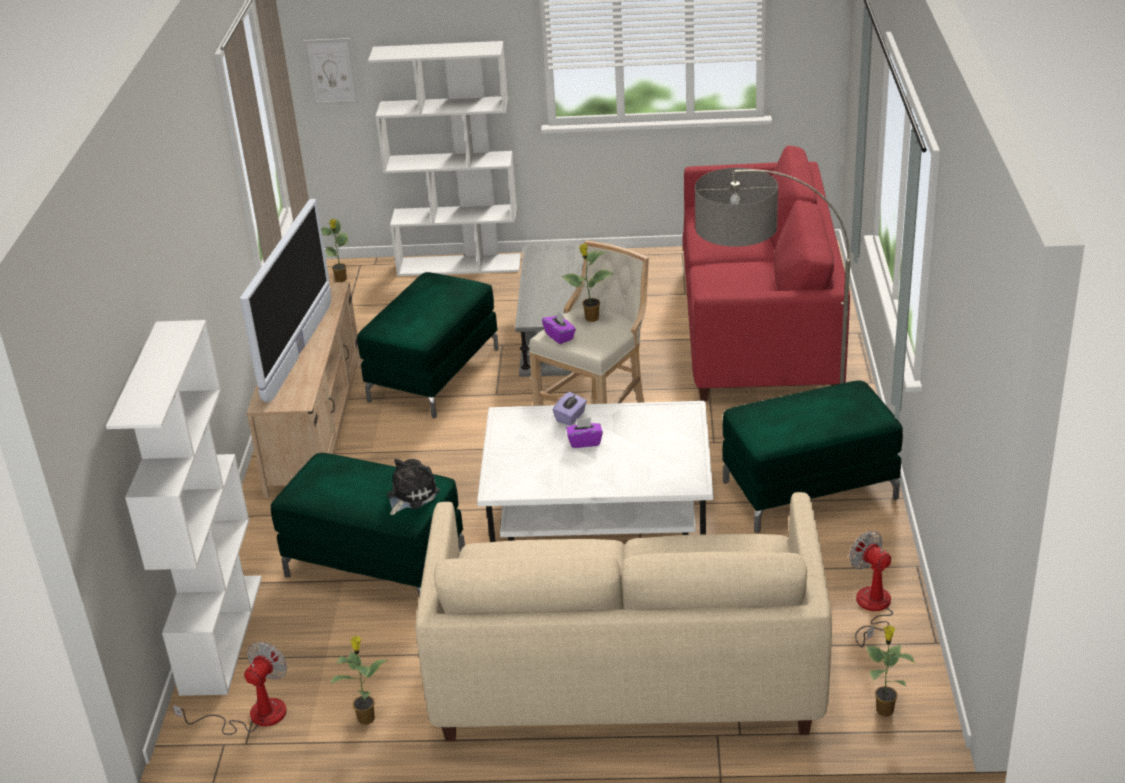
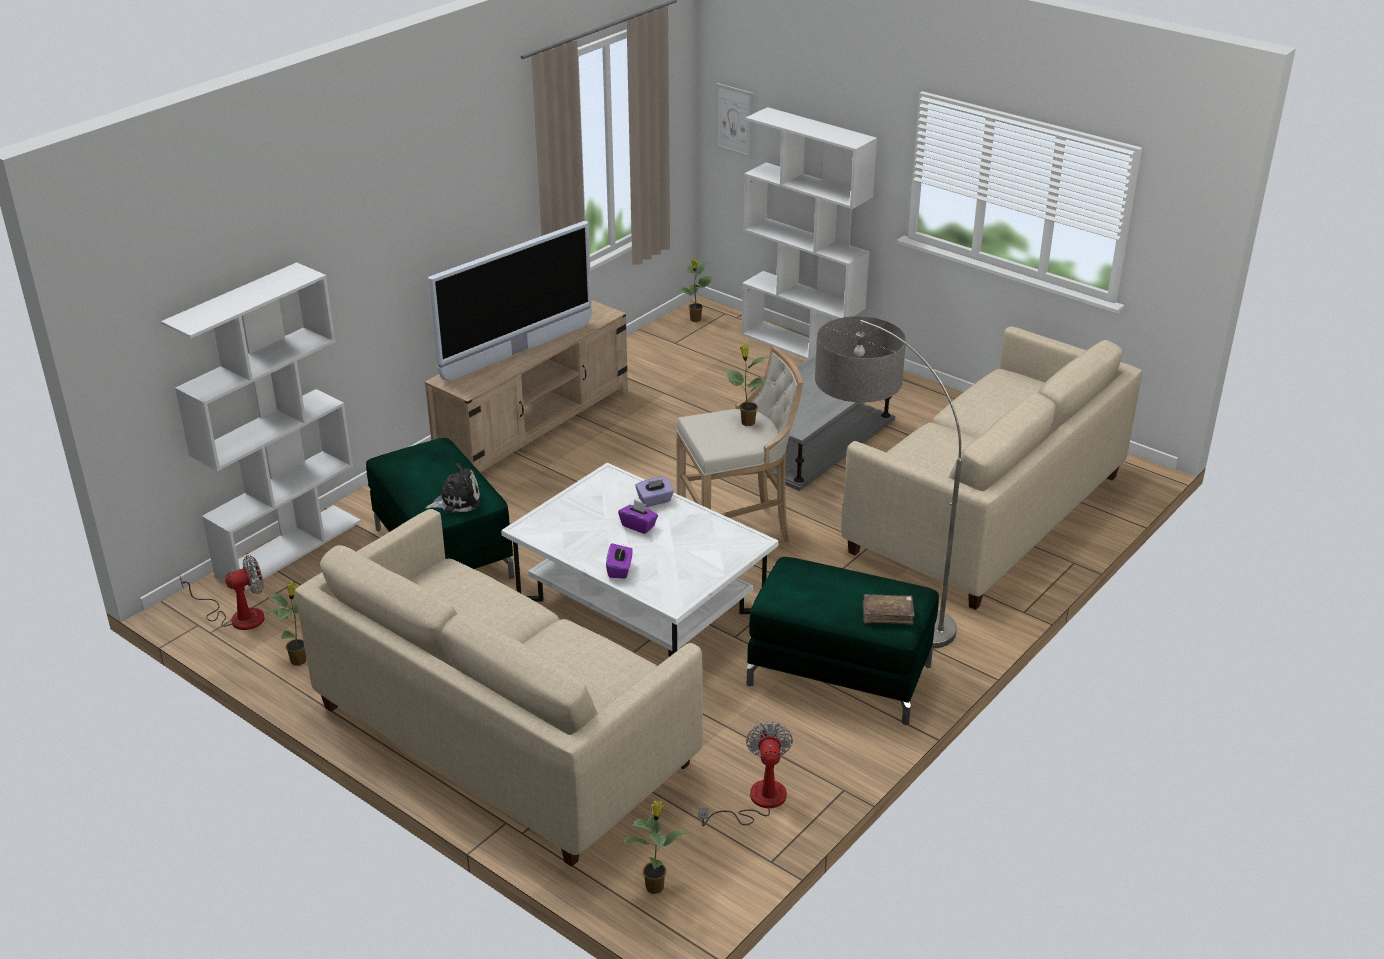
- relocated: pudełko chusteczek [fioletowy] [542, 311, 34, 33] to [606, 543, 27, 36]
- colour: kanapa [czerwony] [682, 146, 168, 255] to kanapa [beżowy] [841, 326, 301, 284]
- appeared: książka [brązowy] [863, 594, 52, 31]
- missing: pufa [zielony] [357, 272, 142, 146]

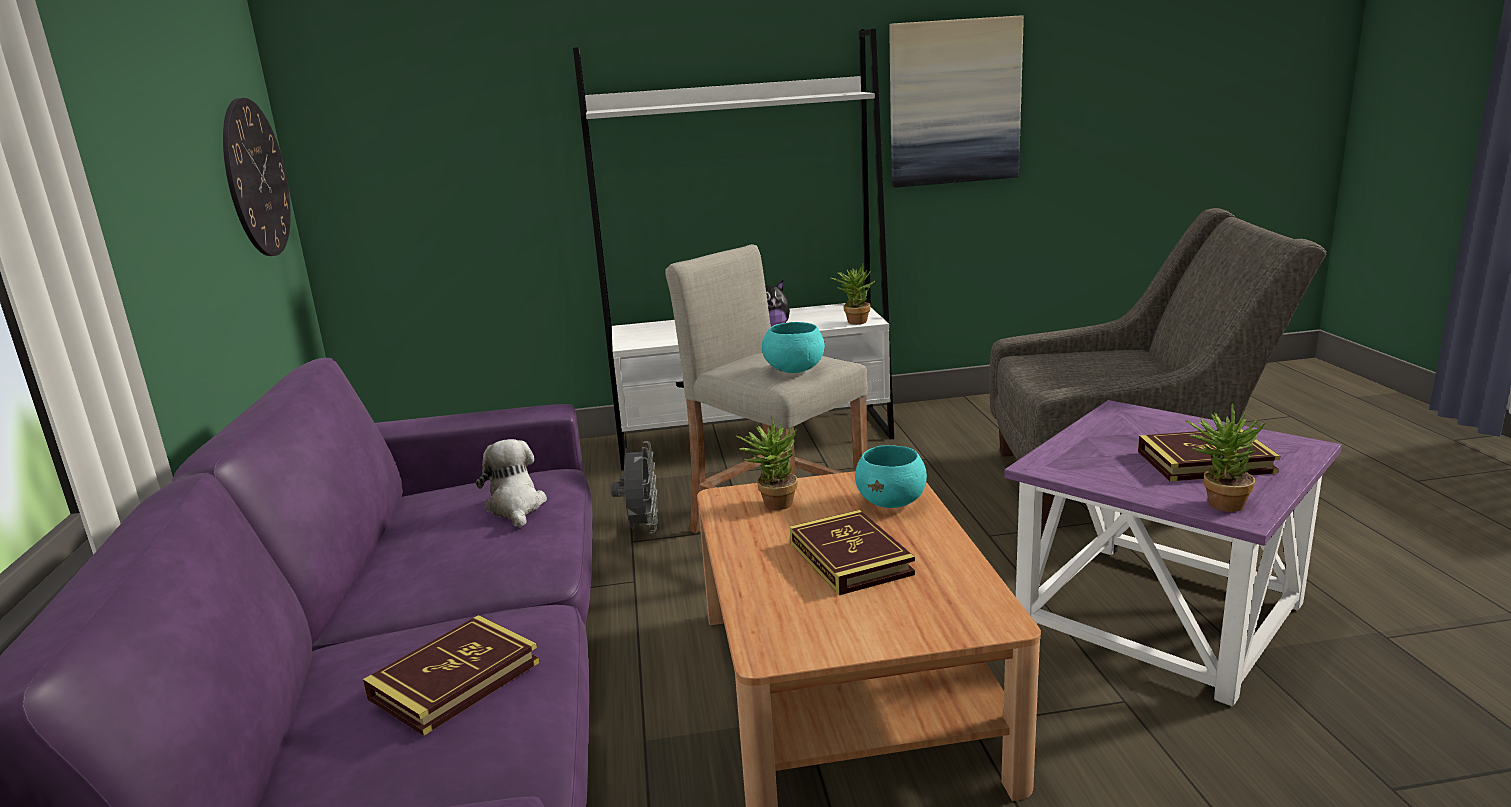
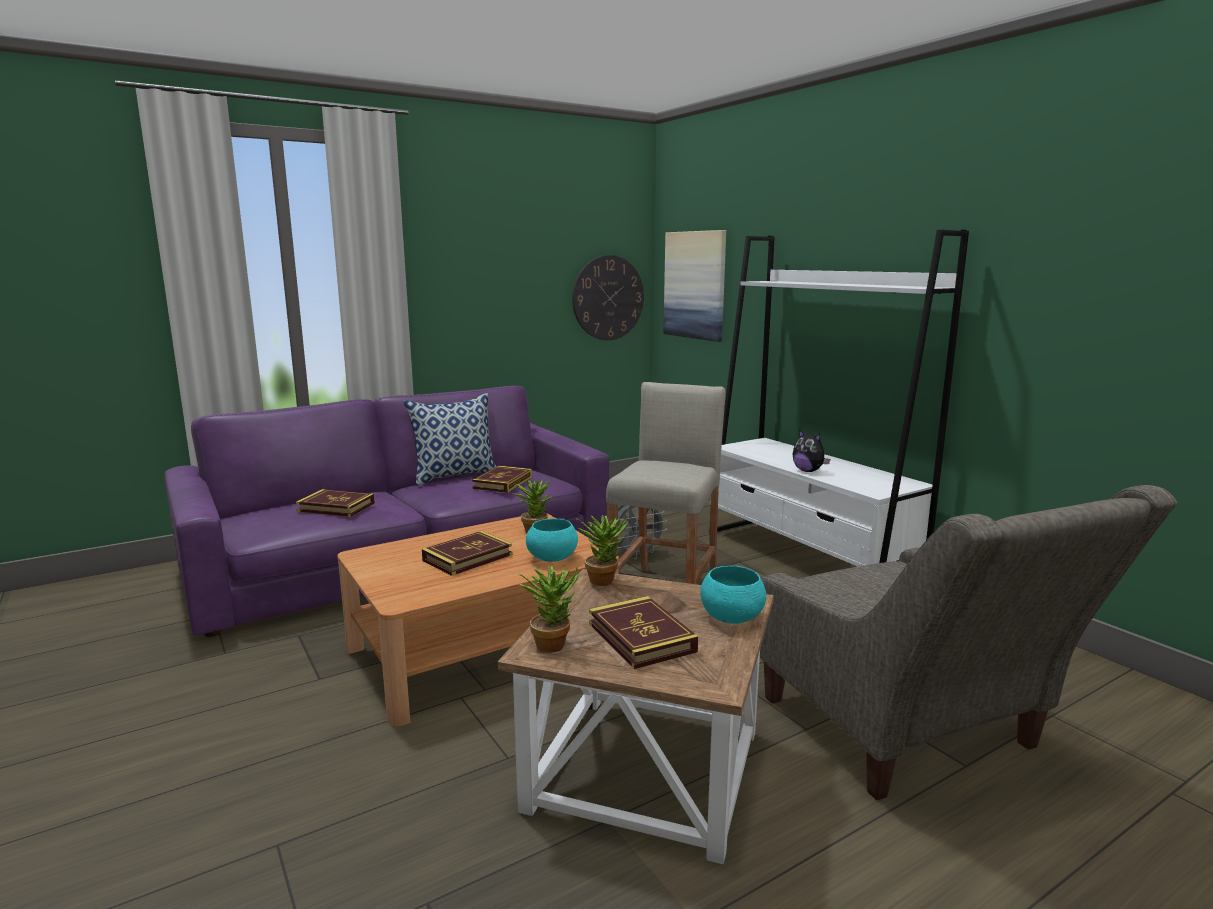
- appeared: poduszka [404, 393, 92, 93]
- exchanged: pluszak [476, 439, 71, 88] to książka [472, 466, 60, 27]
- colour: stolik [fioletowy] [1004, 400, 338, 306] to stolik [brązowy] [497, 569, 277, 295]
- relocated: roślina doniczkowa [830, 264, 45, 61] to [577, 515, 51, 71]
- relocated: obraz [889, 15, 135, 173] to [664, 230, 62, 112]
- relocated: miska [turkusowy] [762, 322, 63, 51] to [701, 566, 65, 58]

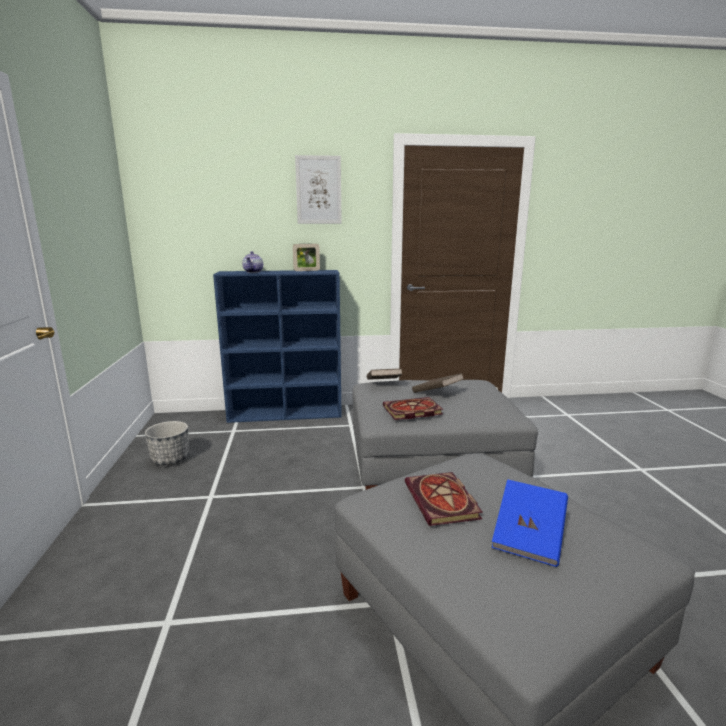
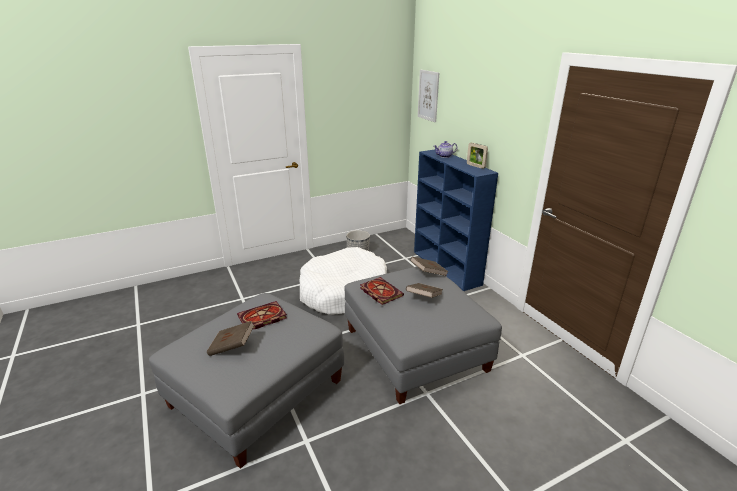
- colour: książka [niebieski] [492, 479, 76, 88] to książka [brązowy] [207, 321, 48, 35]
- appeared: legowisko [biały] [300, 247, 87, 68]
- relocated: obraz [295, 155, 47, 69] to [418, 70, 21, 52]

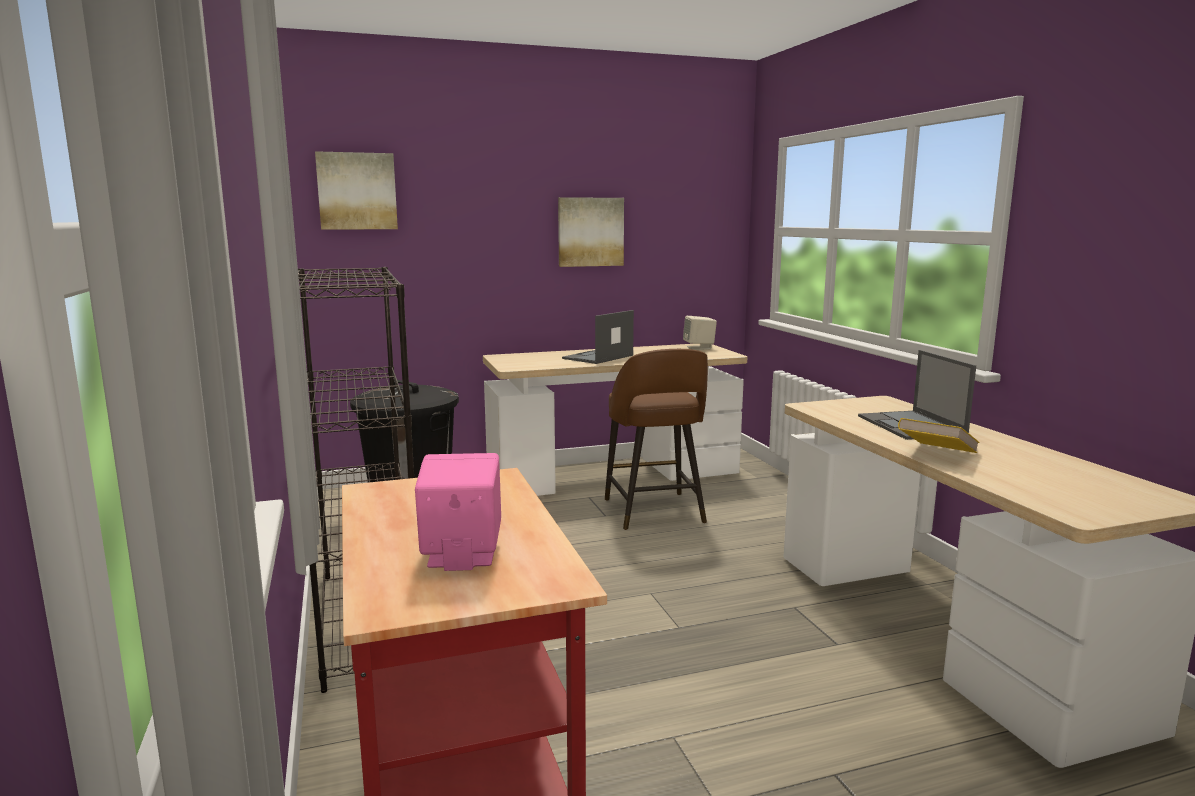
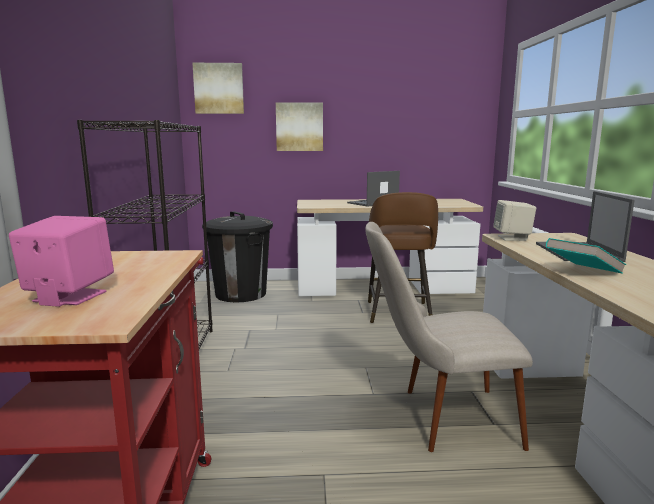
- relocated: obraz [558, 197, 66, 70] to [276, 102, 47, 49]
- appeared: krzesło [beżowy] [365, 222, 168, 230]
- relocated: głośnik [beżowy] [683, 316, 34, 34] to [493, 200, 43, 41]
- colour: książka [żółty] [898, 418, 81, 35] to książka [turkusowy] [546, 238, 80, 36]

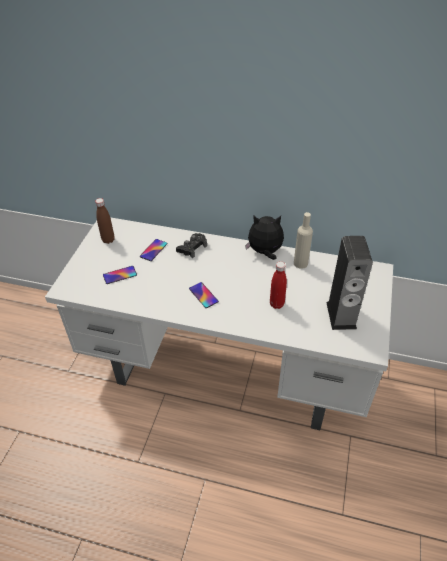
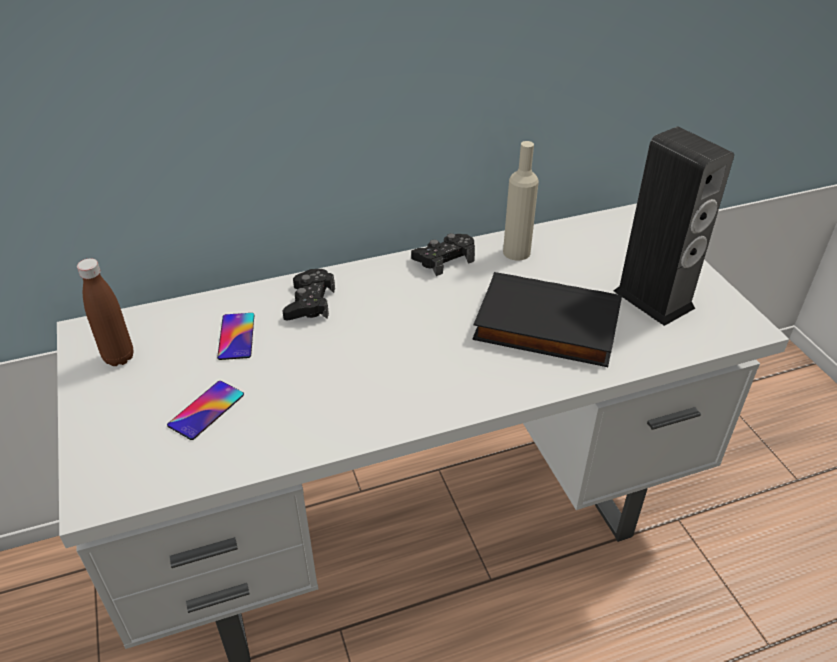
- exchanged: pluszak [245, 216, 39, 44] to pad do gier [czarny] [411, 233, 64, 43]
- exchanged: butelka [czerwony] [270, 261, 17, 48] to książka [czarny] [473, 272, 149, 95]
- missing: telefon [189, 282, 30, 26]

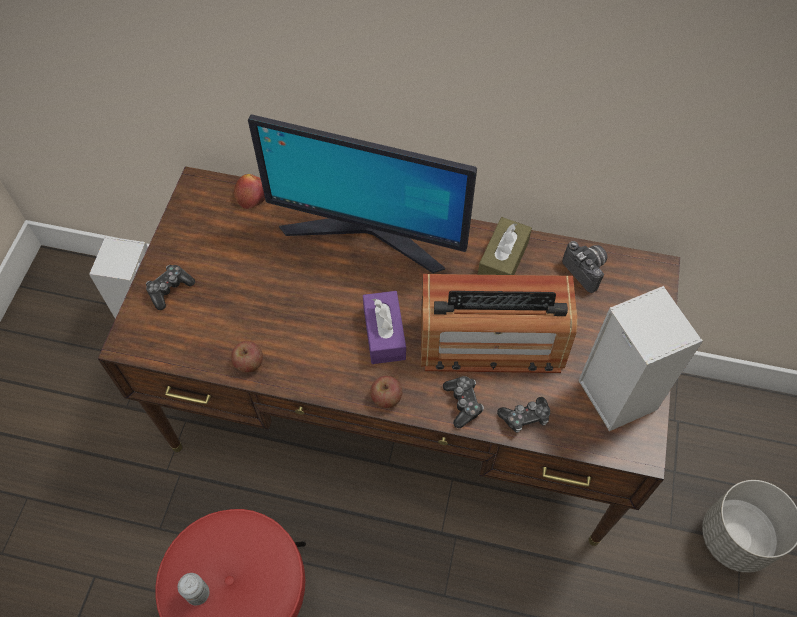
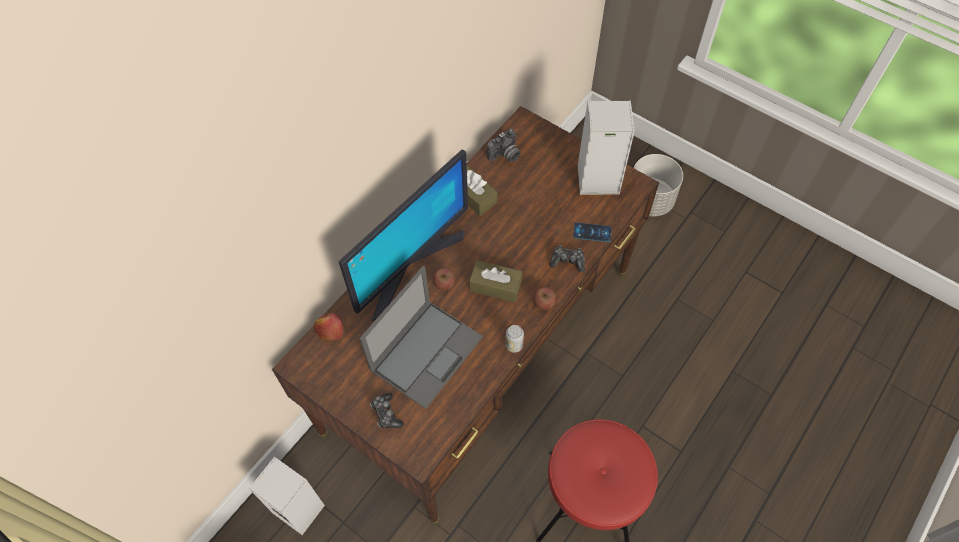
- appeared: laptop [359, 266, 124, 143]
- relocated: jabłko [231, 341, 32, 32] to [433, 268, 22, 22]
- colour: pudełko chusteczek [fioletowy] [363, 291, 43, 73] to pudełko chusteczek [brązowy] [469, 260, 53, 42]
- spun: aparat fotograficzny [562, 241, 45, 52] = [487, 129, 33, 33] 150 degrees clockwise
- relocated: puszka [178, 573, 31, 32] to [506, 325, 18, 28]
- exchanged: pad do gier [497, 397, 53, 36] to telefon [573, 223, 39, 19]
- missing: radio [421, 274, 156, 99]

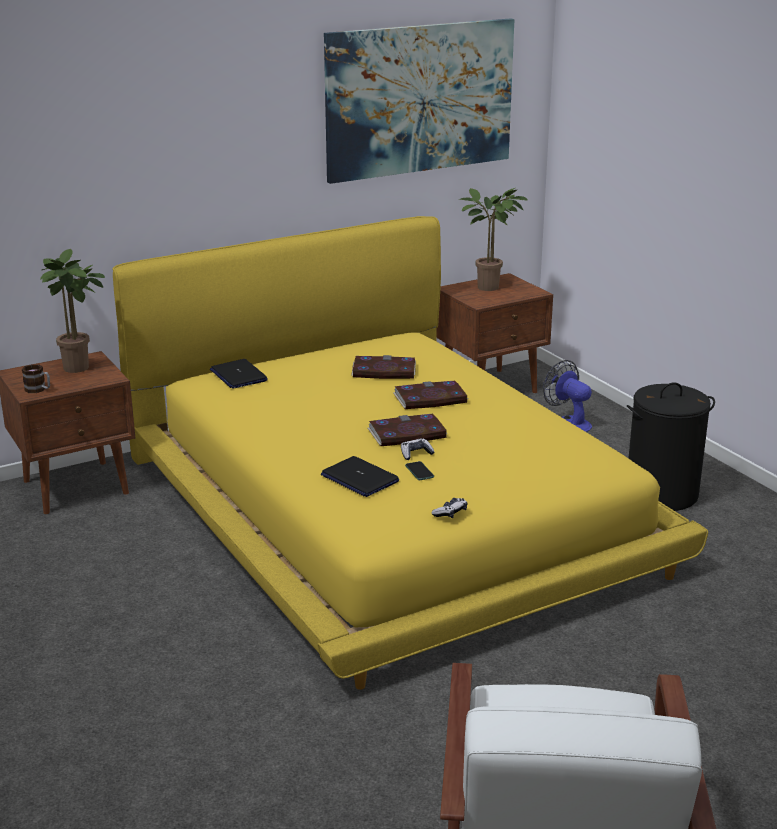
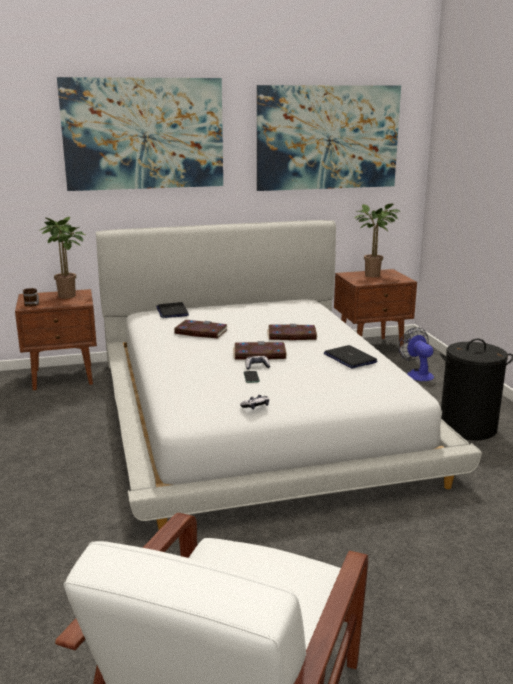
- appeared: obraz [57, 77, 166, 114]
- colour: łóżko [żółty] [112, 216, 596, 474] to łóżko [biały] [96, 220, 386, 310]
- relocated: książka [351, 355, 65, 24] to [174, 320, 54, 18]
- relocated: laptop [321, 456, 78, 41] to [324, 345, 53, 24]

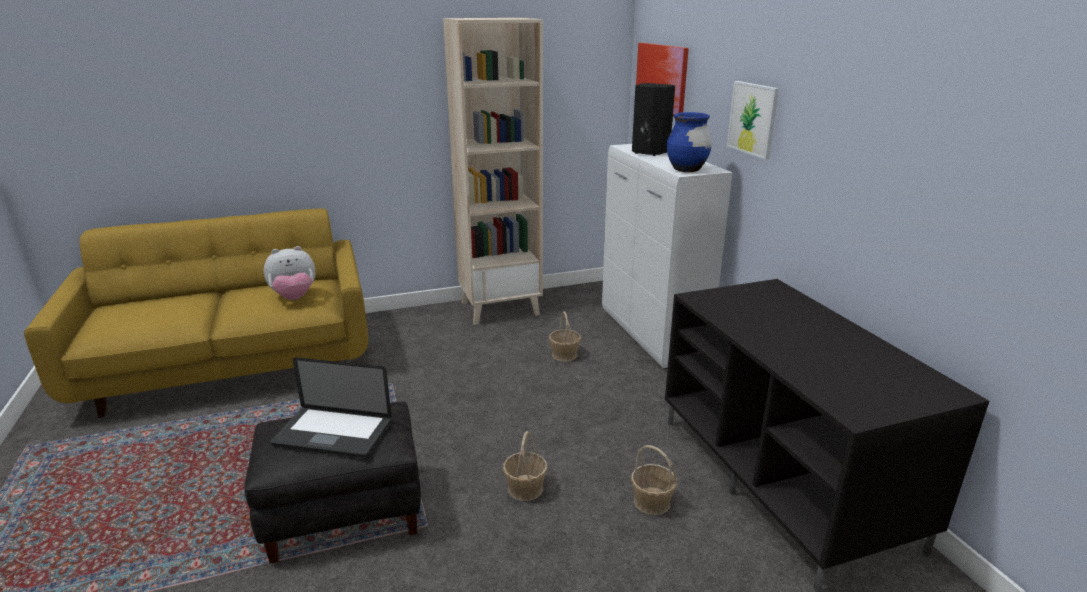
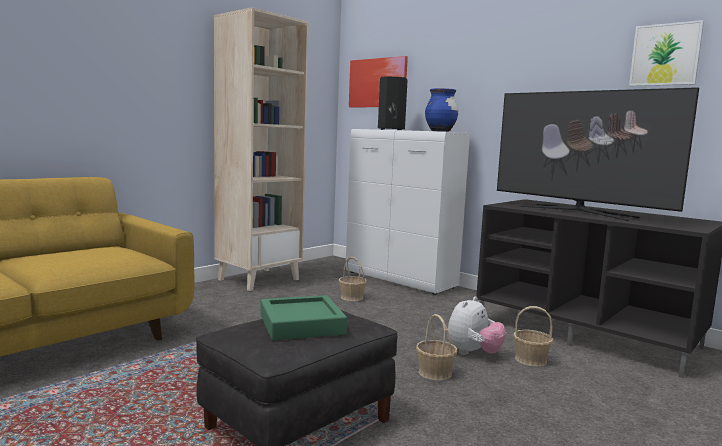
- exchanged: laptop [271, 357, 121, 101] to taca [zielony] [260, 295, 87, 45]
- relocated: pluszak [264, 246, 52, 54] to [447, 296, 60, 59]
- appeared: telewizor [497, 87, 202, 134]
- relocated: obraz [727, 81, 52, 79] to [629, 20, 75, 66]

